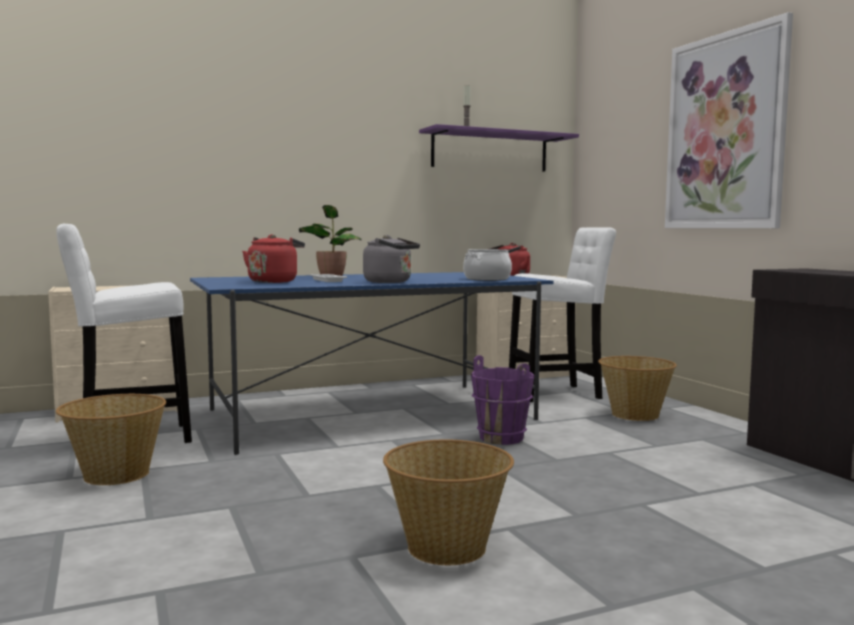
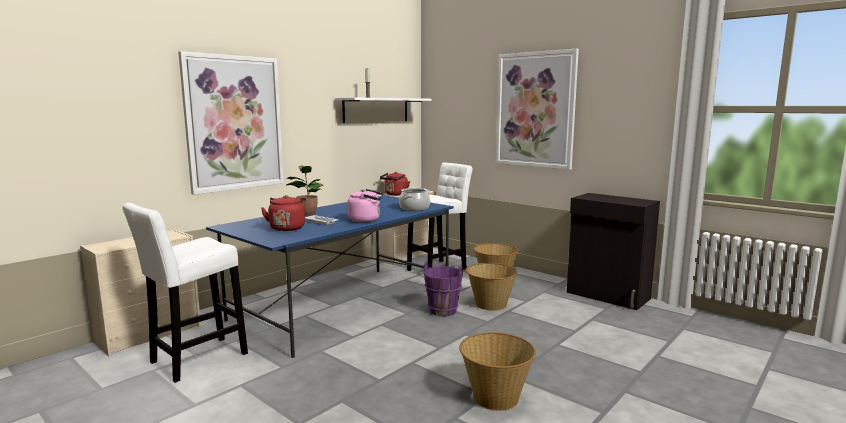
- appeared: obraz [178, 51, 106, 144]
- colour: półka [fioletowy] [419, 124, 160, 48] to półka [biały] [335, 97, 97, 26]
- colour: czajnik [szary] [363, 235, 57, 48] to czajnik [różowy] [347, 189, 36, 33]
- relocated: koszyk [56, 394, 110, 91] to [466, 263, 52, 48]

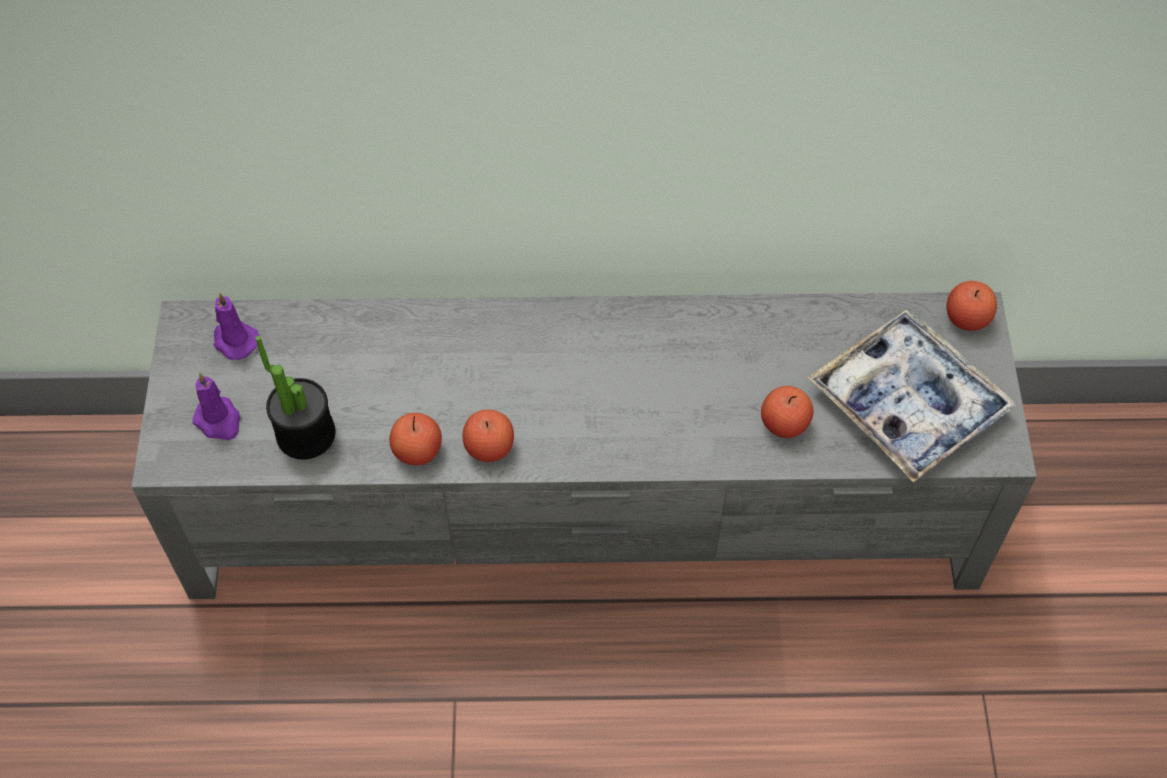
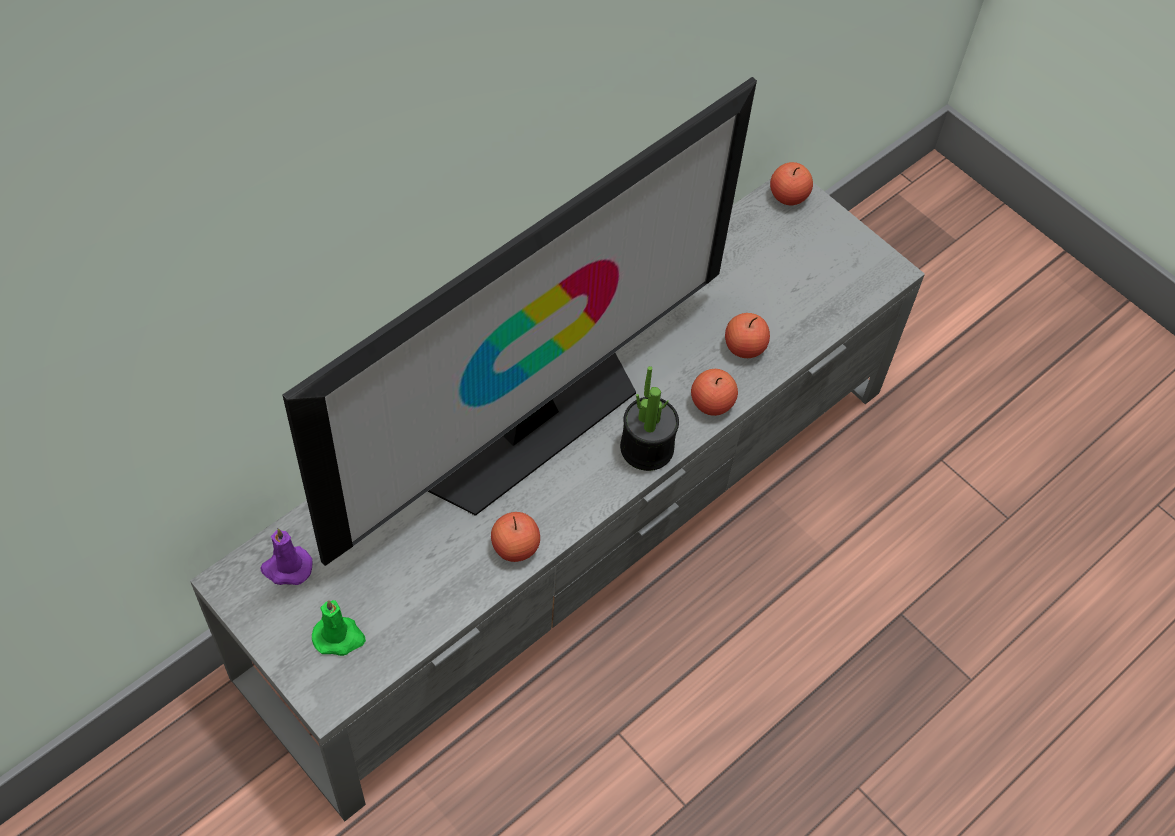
- appeared: telewizor [283, 77, 474, 489]
- colour: świeca [fioletowy] [192, 373, 49, 67] to świeca [zielony] [312, 600, 54, 56]
- relocated: roślina doniczkowa [256, 336, 79, 124] to [620, 366, 59, 105]
- relocated: jabłko [463, 409, 51, 53] to [691, 369, 47, 47]
- missing: taca [808, 310, 209, 173]

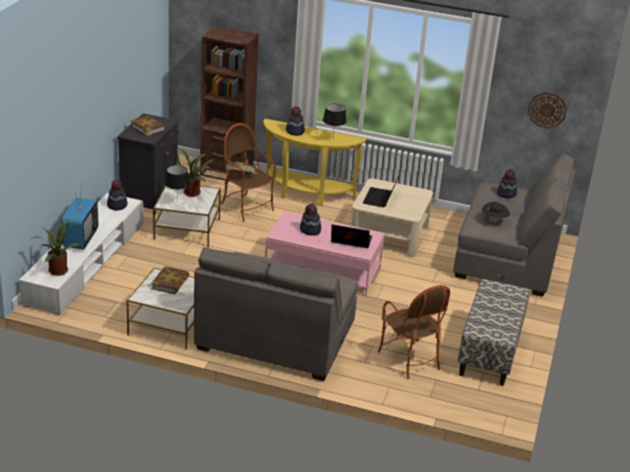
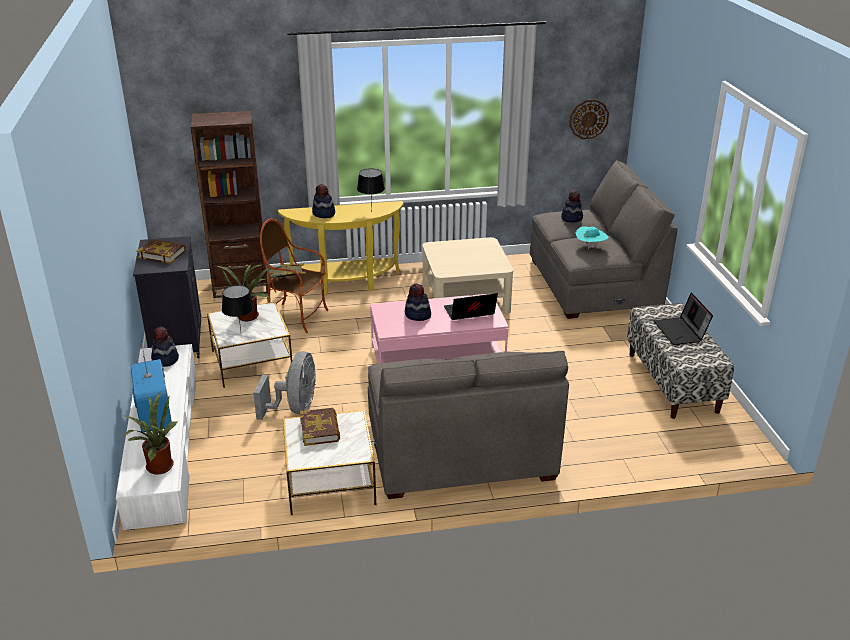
- appeared: wentylator [szary] [253, 351, 63, 69]
- colour: kapelusz [czarny] [482, 202, 28, 20] to kapelusz [turkusowy] [576, 227, 33, 22]
- relocated: laptop [363, 173, 37, 34] to [654, 293, 59, 52]
- missing: fotel [378, 285, 72, 94]

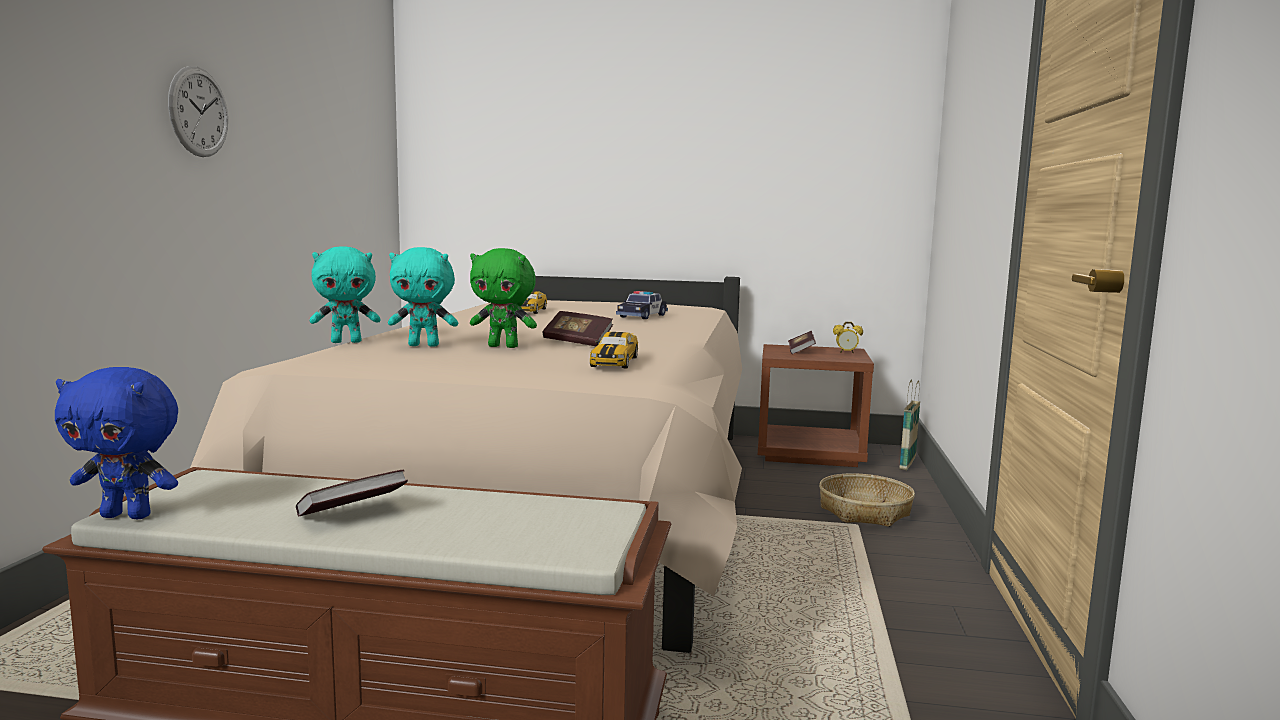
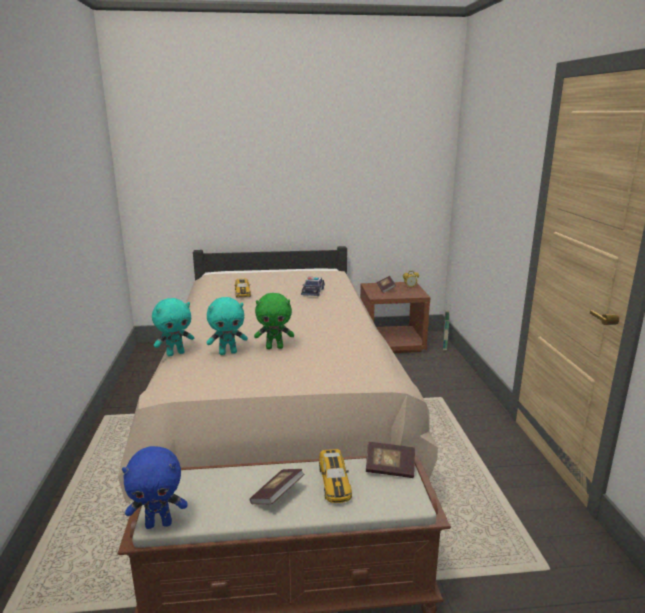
- relocated: samochodzik [590, 332, 48, 36] to [319, 449, 33, 54]
- relocated: książka [543, 311, 70, 35] to [366, 442, 49, 36]
- missing: zegar ścienny [168, 66, 60, 91]
- missing: koszyk [819, 473, 96, 54]

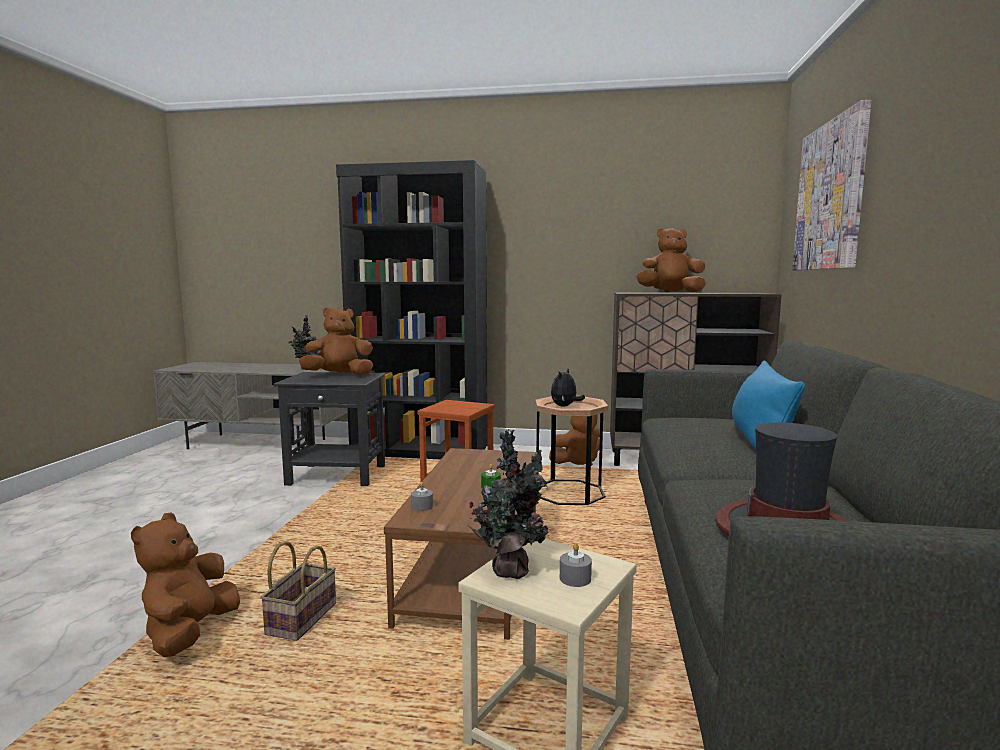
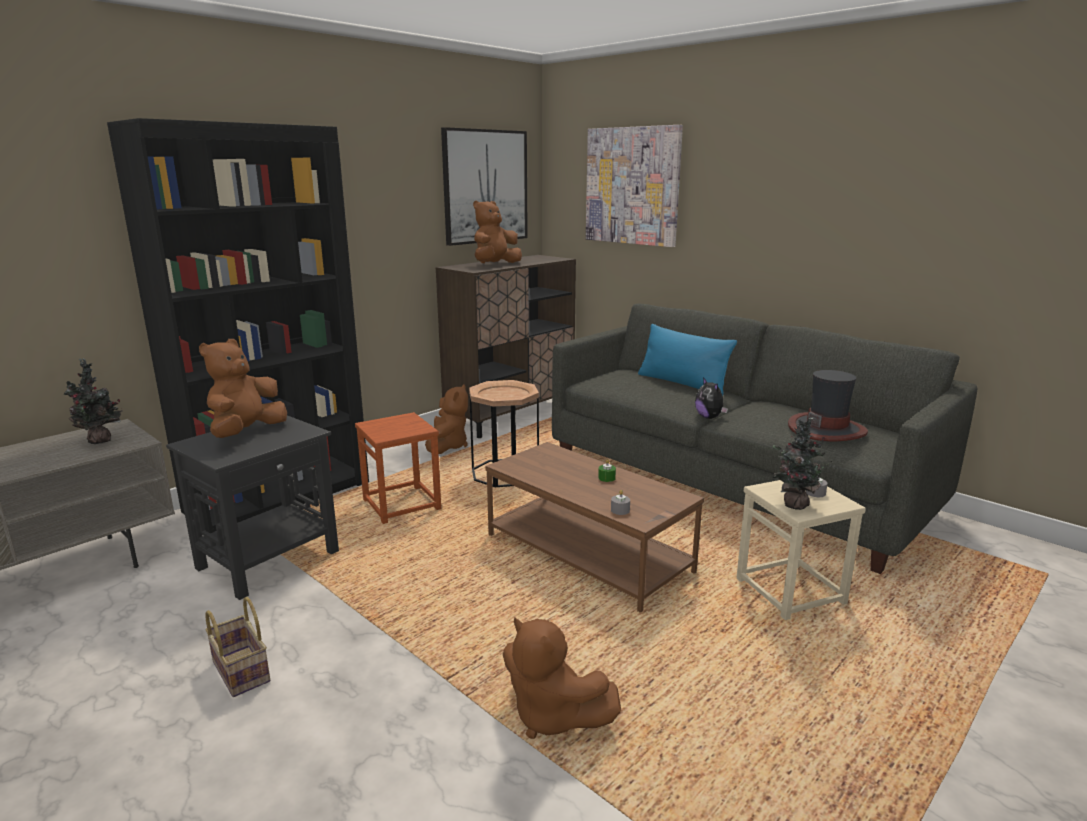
- relocated: koszyk [260, 541, 76, 100] to [205, 597, 65, 100]
- appeared: obraz [441, 127, 87, 119]
- relocated: pluszak [551, 369, 34, 37] to [695, 377, 33, 42]

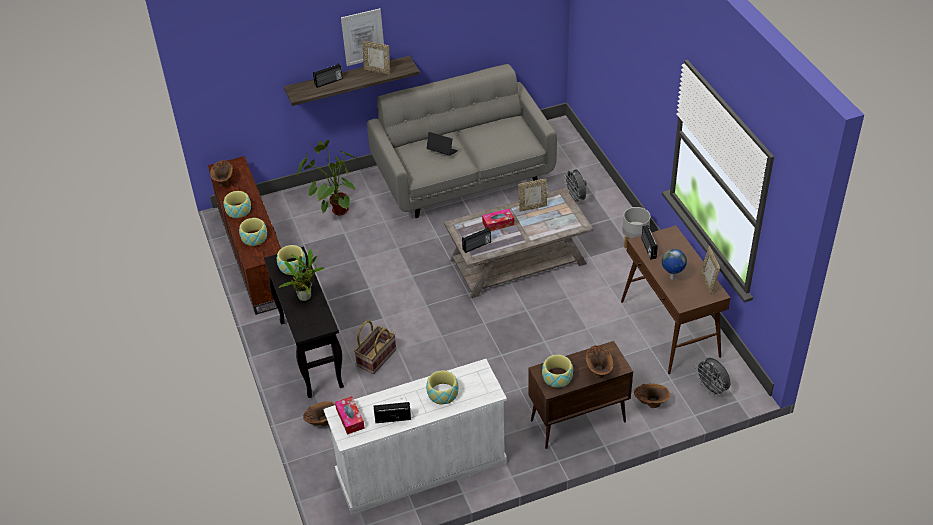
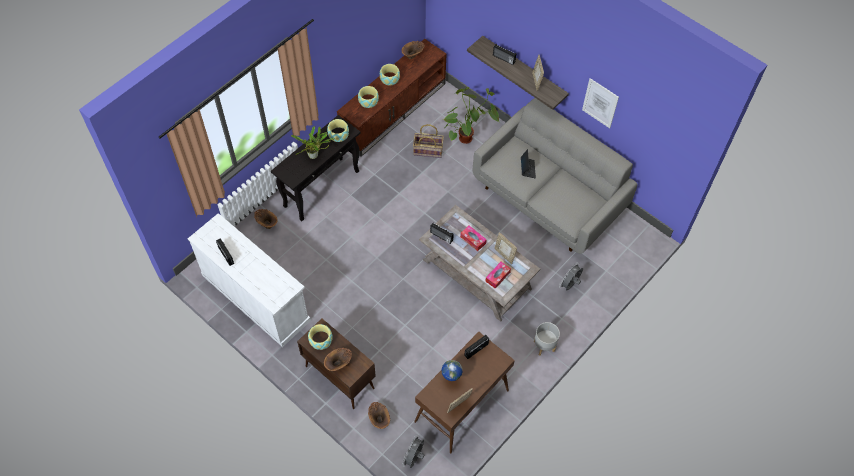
- relocated: koszyk [354, 320, 42, 54] to [413, 124, 31, 34]
- relocated: pudełko chusteczek [335, 396, 30, 39] to [485, 262, 26, 27]
- relocated: obraz [341, 8, 43, 58] to [582, 78, 37, 50]
- missing: miska [426, 370, 33, 35]

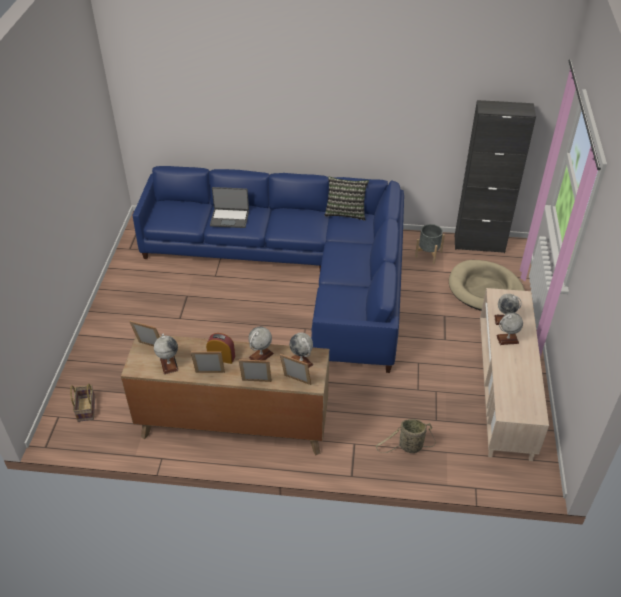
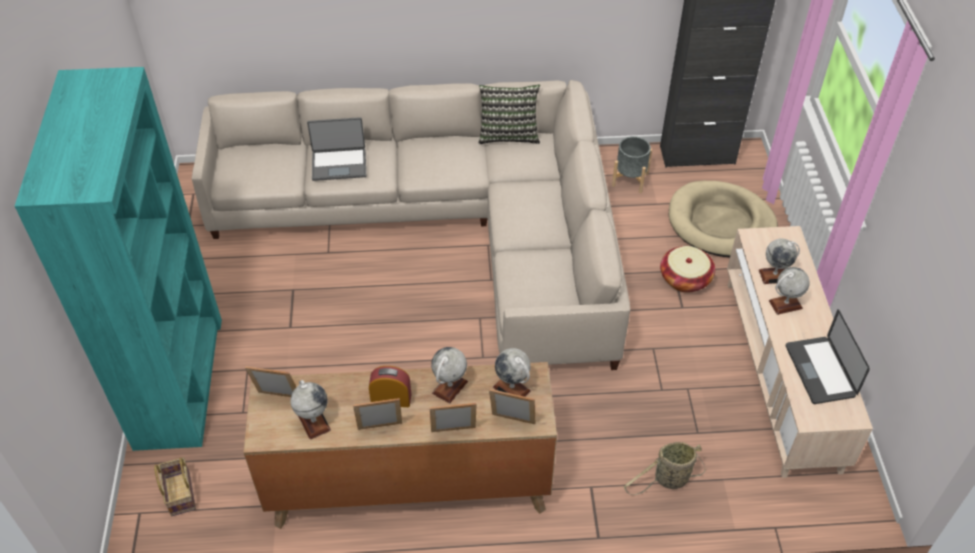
- appeared: regał [turkusowy] [15, 67, 207, 384]
- colour: kanapa [niebieski] [133, 166, 271, 207] to kanapa [beżowy] [192, 80, 438, 290]
- appeared: koszyk [660, 246, 55, 47]
- appeared: laptop [786, 309, 84, 95]

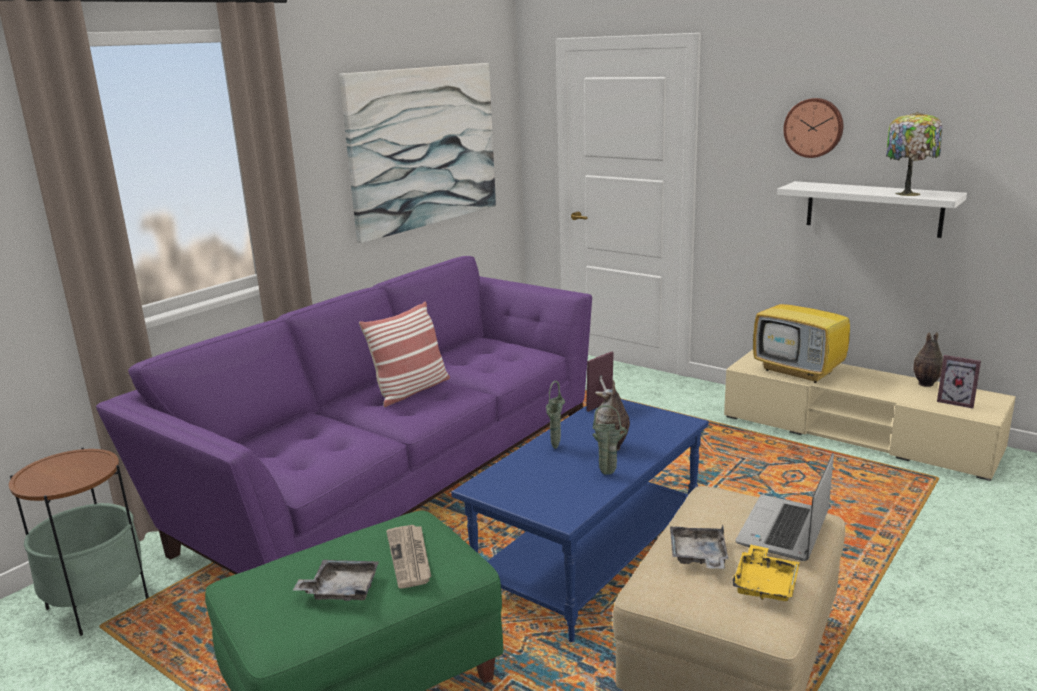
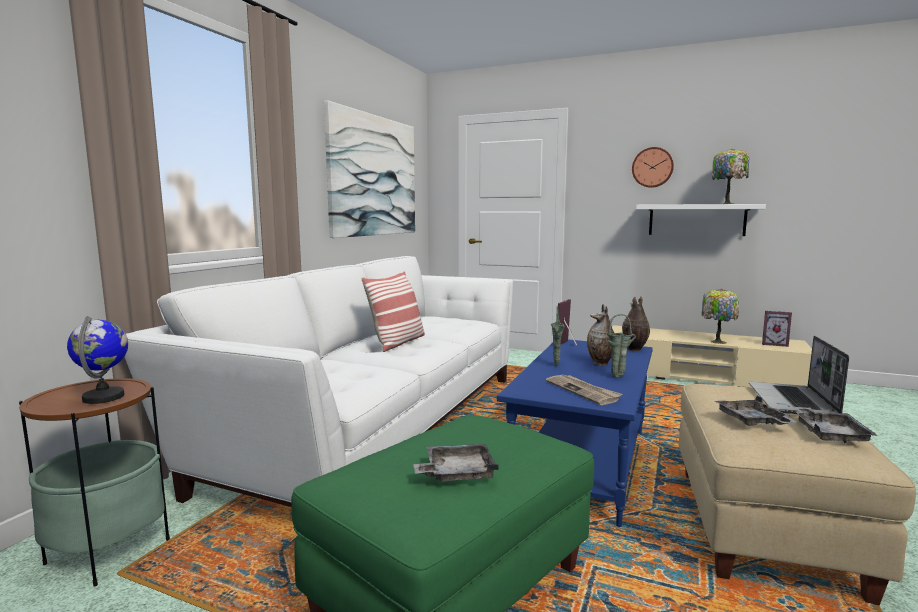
- appeared: globus [67, 316, 61, 88]
- colour: kanapa [fioletowy] [96, 256, 496, 318] to kanapa [biały] [124, 256, 389, 251]
- relocated: gazeta [386, 525, 45, 64] to [546, 375, 76, 30]
- relocated: wazon [913, 332, 30, 55] to [622, 296, 28, 55]
- appeared: lampa stołowa [702, 289, 37, 55]
- colour: taca [żółty] [732, 545, 68, 56] to taca [szary] [793, 406, 85, 37]
- missing: telewizor [753, 274, 97, 109]

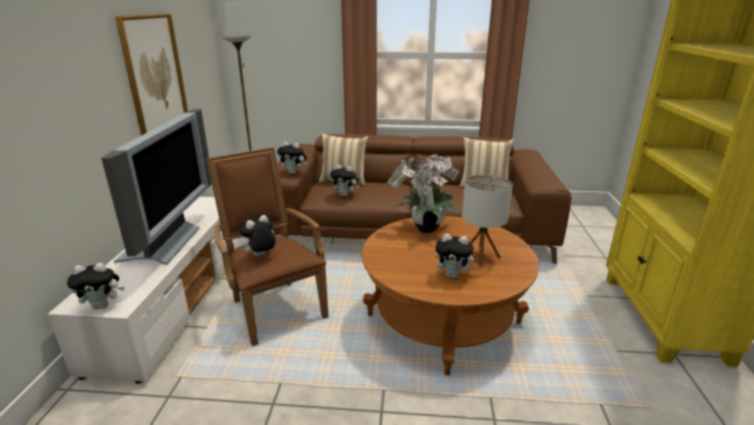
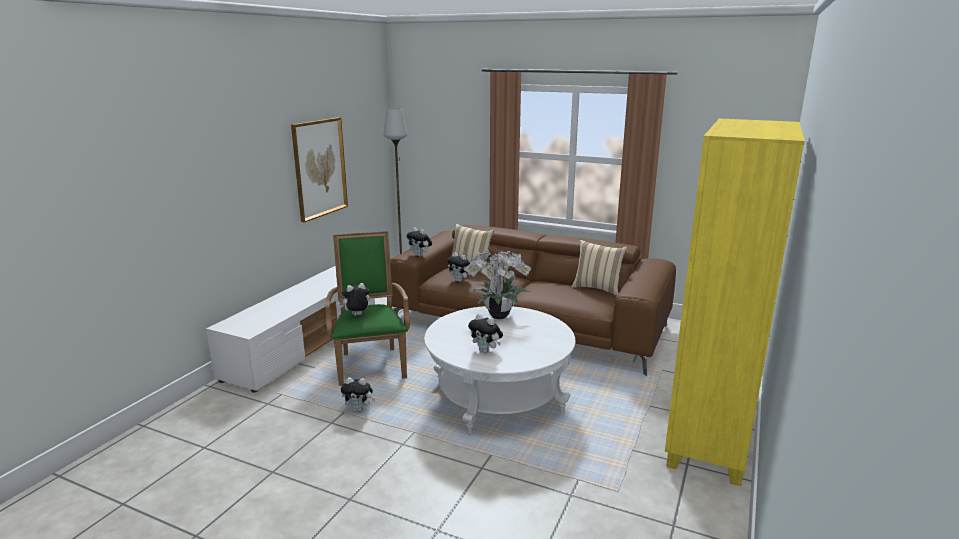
- colour: fotel [brązowy] [207, 147, 121, 199] to fotel [zielony] [325, 231, 85, 155]
- relocated: pluszak [67, 263, 57, 47] to [341, 377, 34, 35]
- colour: ława [brązowy] [362, 216, 177, 160] to ława [biały] [424, 306, 152, 128]
- missing: telewizor [101, 109, 111, 156]
- missing: lampa stołowa [462, 175, 51, 92]

